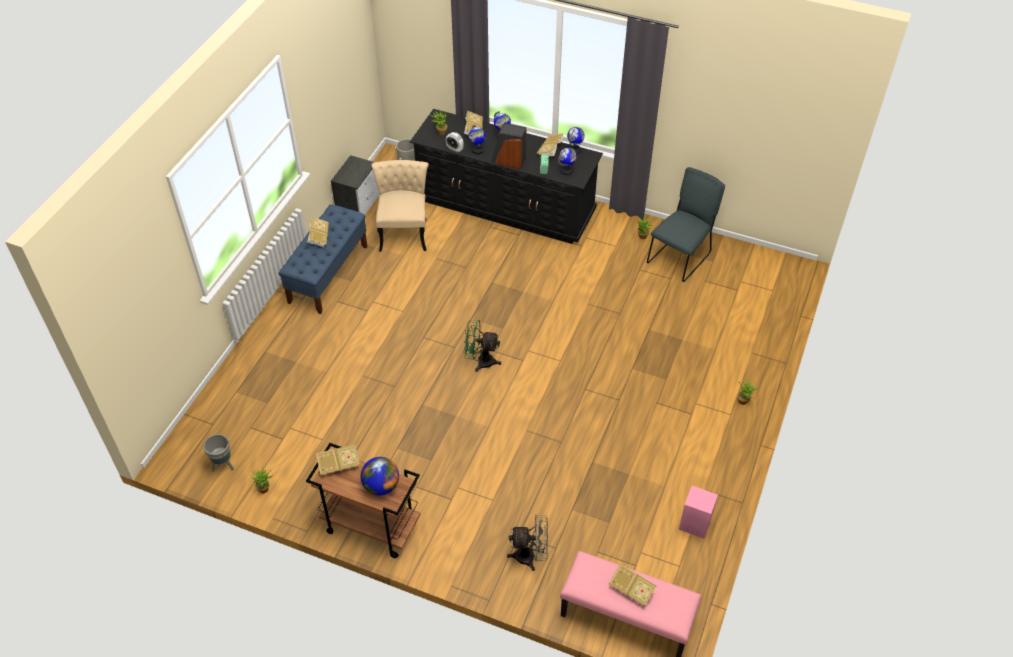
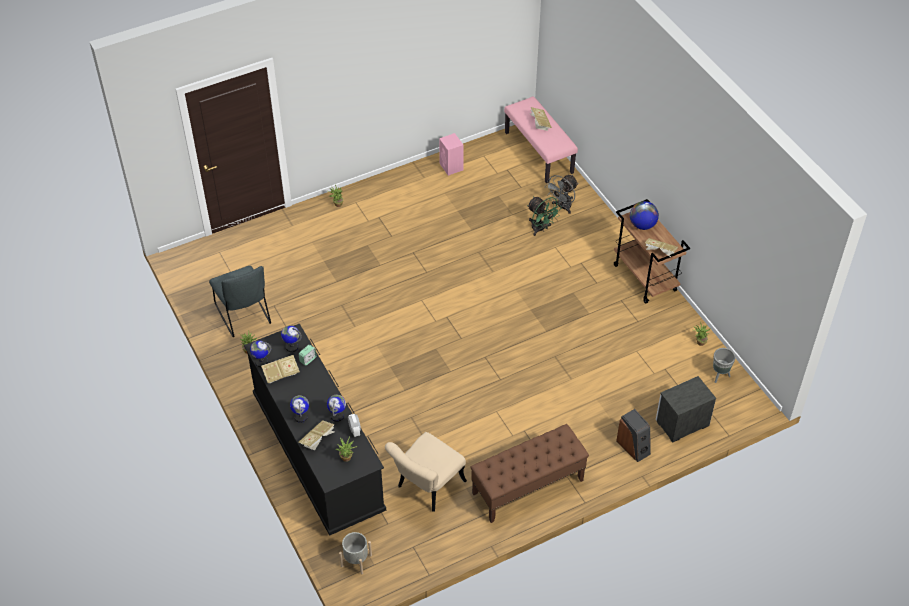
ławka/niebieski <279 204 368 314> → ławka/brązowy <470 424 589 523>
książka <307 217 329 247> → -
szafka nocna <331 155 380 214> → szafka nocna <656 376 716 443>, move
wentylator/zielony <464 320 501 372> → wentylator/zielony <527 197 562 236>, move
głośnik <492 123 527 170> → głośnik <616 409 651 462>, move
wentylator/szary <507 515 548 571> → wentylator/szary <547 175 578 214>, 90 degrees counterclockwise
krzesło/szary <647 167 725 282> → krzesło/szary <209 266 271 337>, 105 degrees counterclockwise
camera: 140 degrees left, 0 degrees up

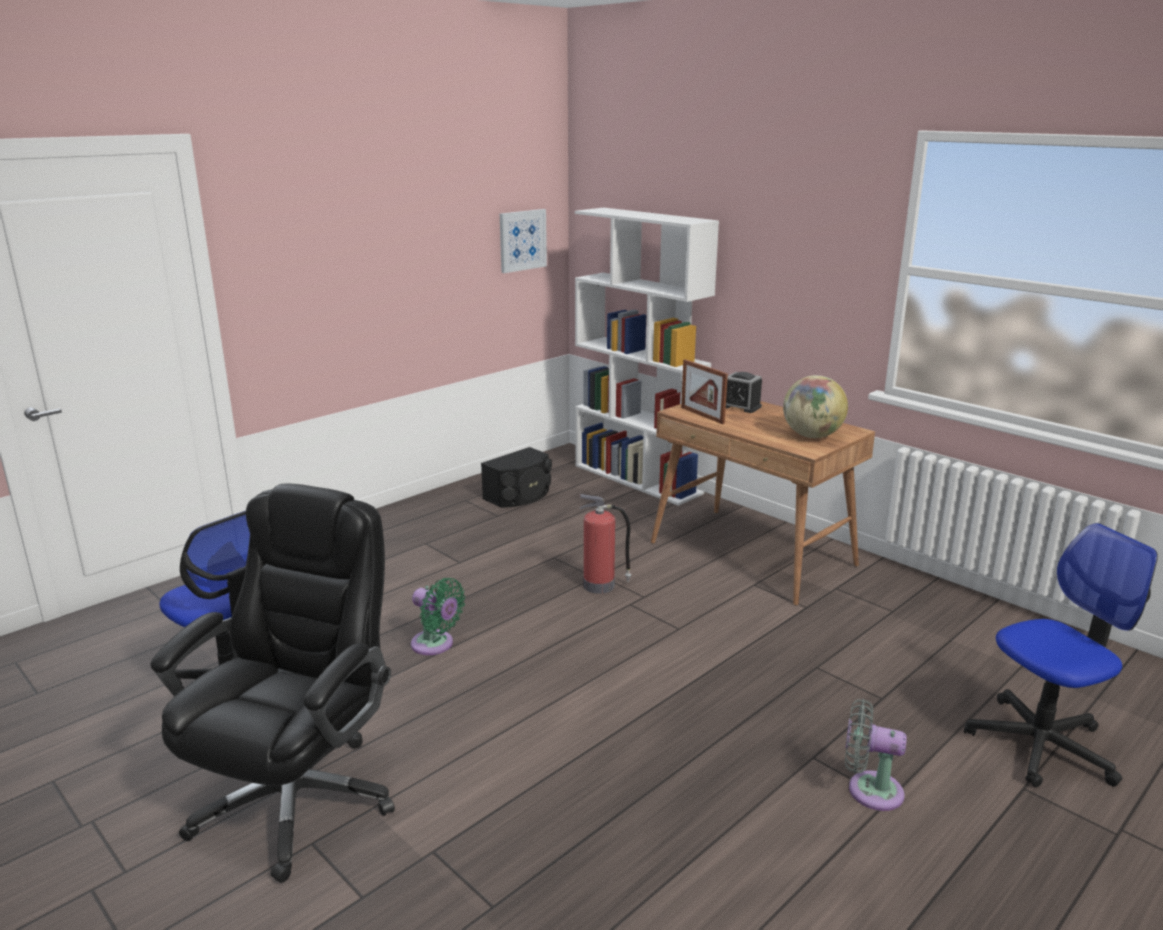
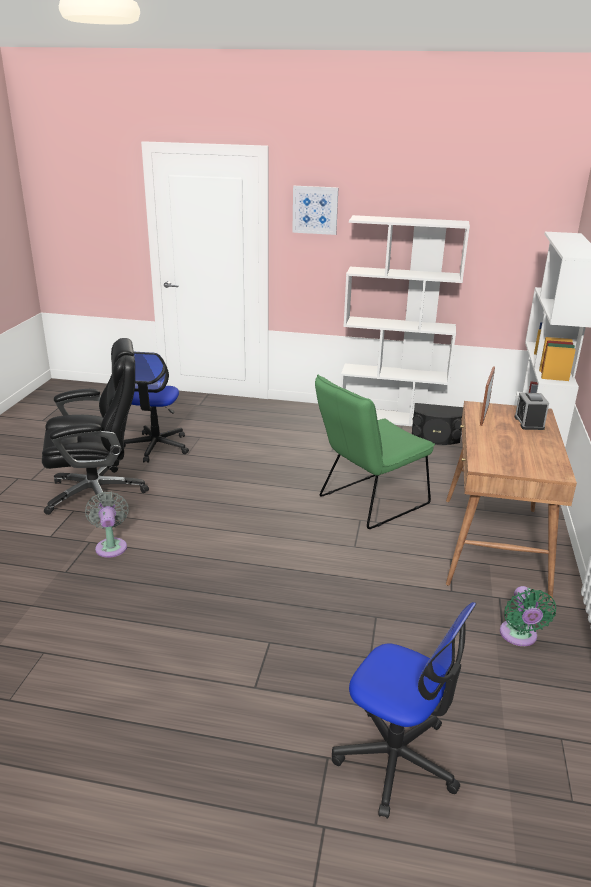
wentylator/zielony <411 578 465 655> → wentylator/zielony <500 586 556 646>, move
obraz <500 209 547 273> → obraz <292 186 338 235>, move
gaśnica <580 494 632 594> → krzesło/zielony <315 374 435 529>
globus <783 375 848 438> → -
wentylator/szary <845 699 907 811> → wentylator/szary <85 492 129 558>, move
- → regał/biały <341 215 470 426>
camera: 55 degrees right, 5 degrees up

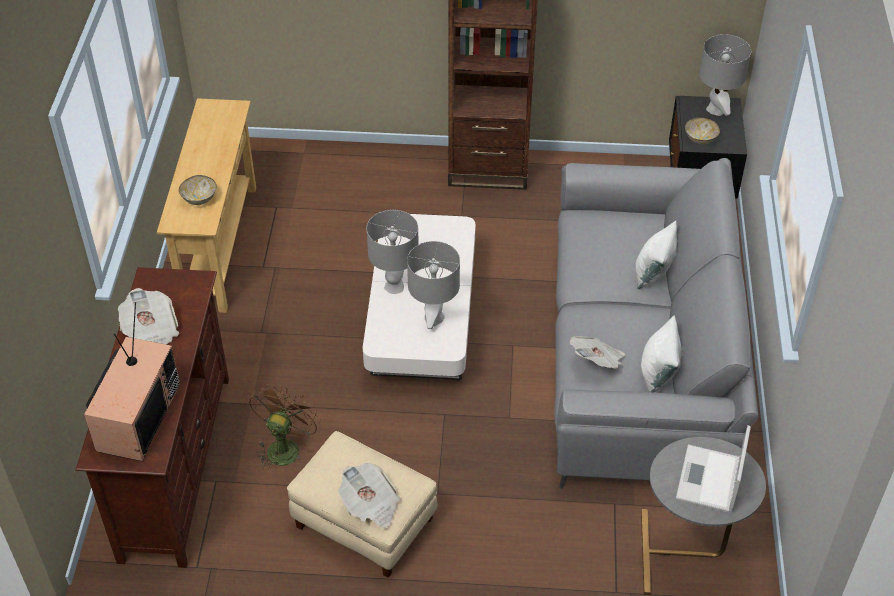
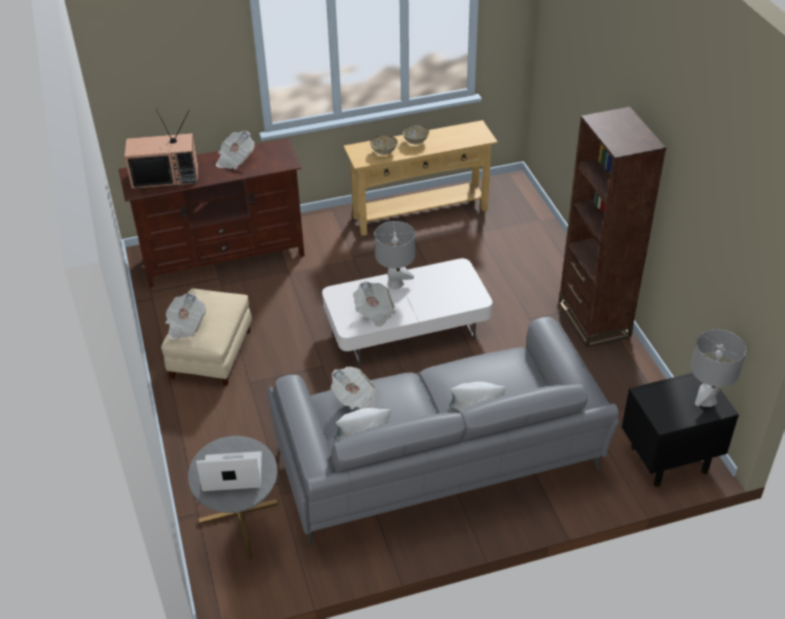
wentylator/brązowy <249 384 321 471> → -
lampa stołowa/szary <407 241 460 329> → gazeta <353 281 396 327>
miska <685 117 720 145> → miska <402 125 429 144>, move
camera: 70 degrees right, 5 degrees down

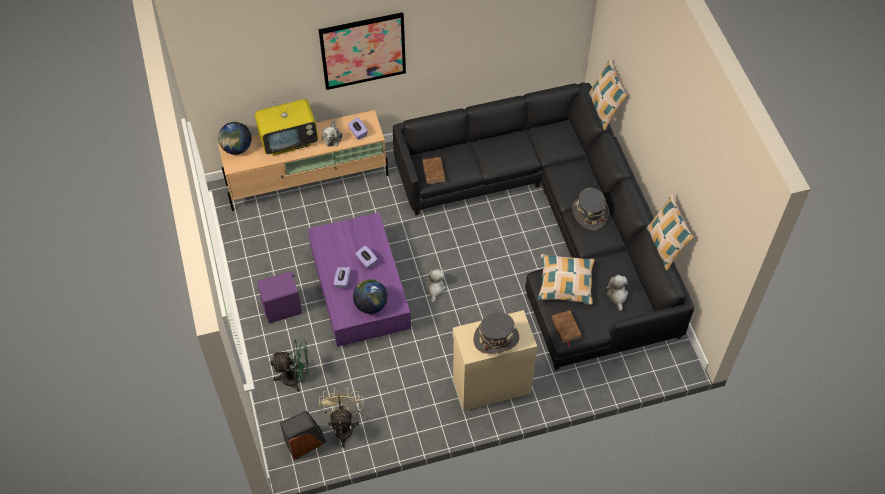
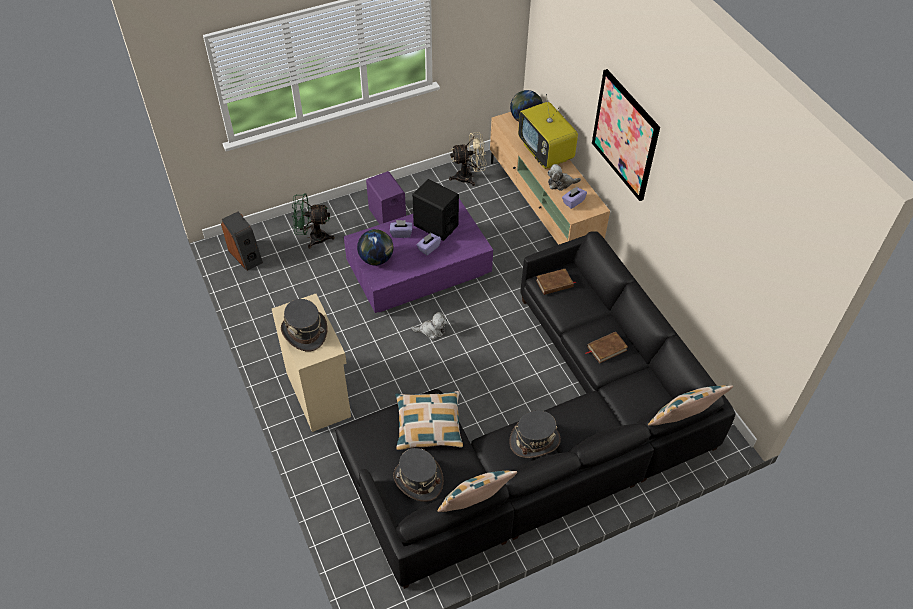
wentylator/zielony <270 339 309 391> → wentylator/zielony <292 194 335 249>, 105 degrees clockwise
wentylator/beżowy <319 388 363 448> → wentylator/beżowy <449 132 487 186>, move
książka/brązowy <551 310 582 347> → książka/brązowy <586 332 628 363>, move
pluszak <606 275 628 311> → kapelusz/szary <393 448 443 502>
- → głośnik/czarny <412 179 459 241>
camera: 80 degrees right, 5 degrees down

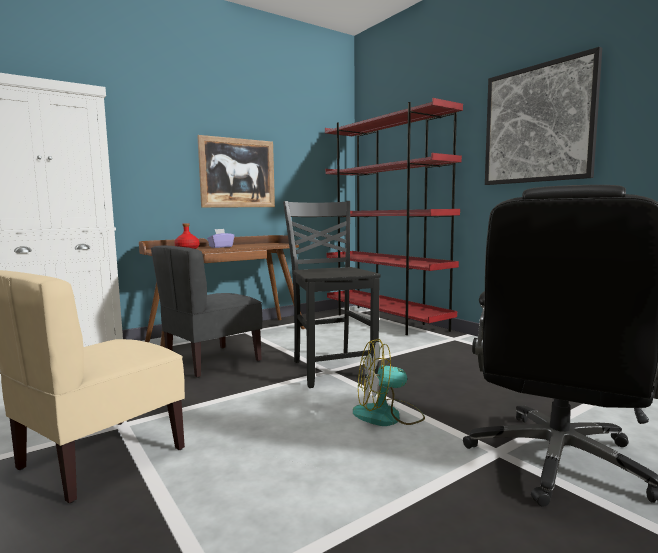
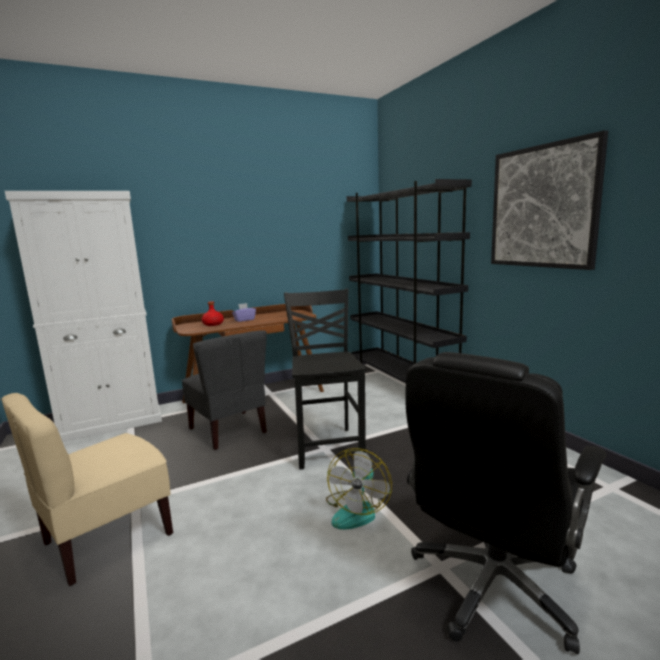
krzesło/szary <151 245 262 378> → krzesło/szary <182 330 267 450>, 90 degrees counterclockwise
obraz <197 135 275 208> → -
regał/czerwony <325 98 463 335> → regał/czarny <347 179 472 383>
wentylator <353 339 425 426> → wentylator <326 448 392 530>, 75 degrees counterclockwise
camera: 10 degrees right, 5 degrees up

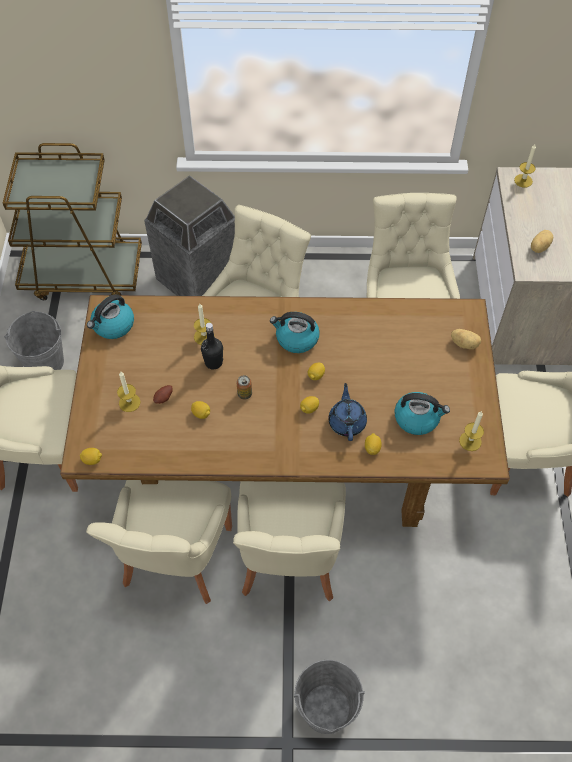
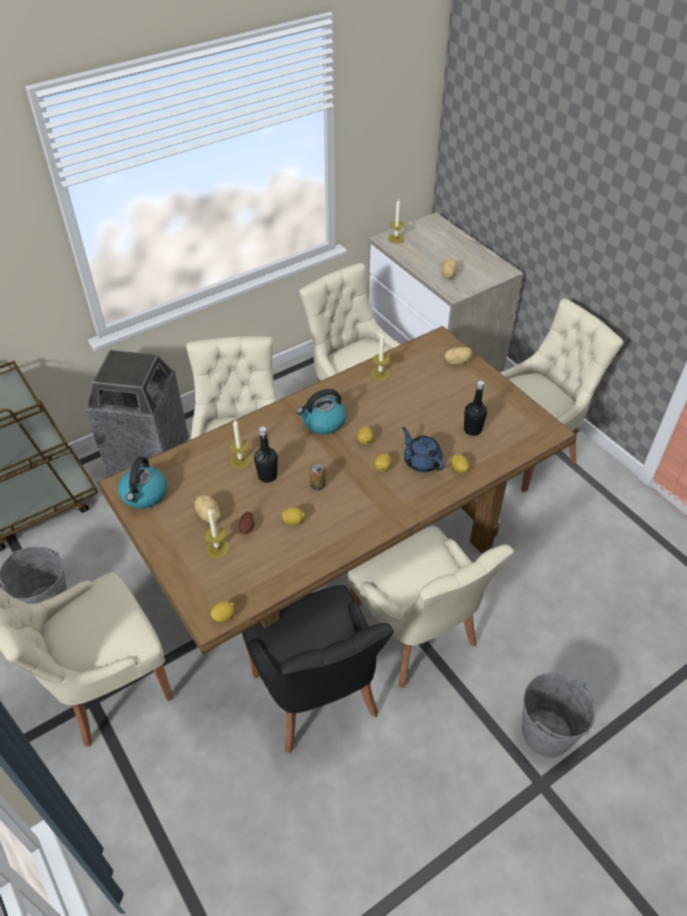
krzesło/beżowy <86 480 232 604> → krzesło/czarny <242 585 394 753>
czajnik <395 392 450 435> → butelka/czarny <464 380 487 436>
świeca <459 411 484 451> → świeca <371 332 390 381>, move
- → ziemniak <194 495 221 523>
camera: 35 degrees left, 10 degrees down

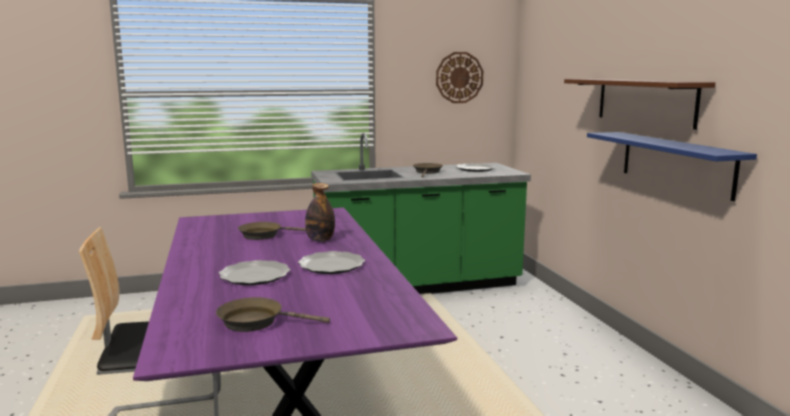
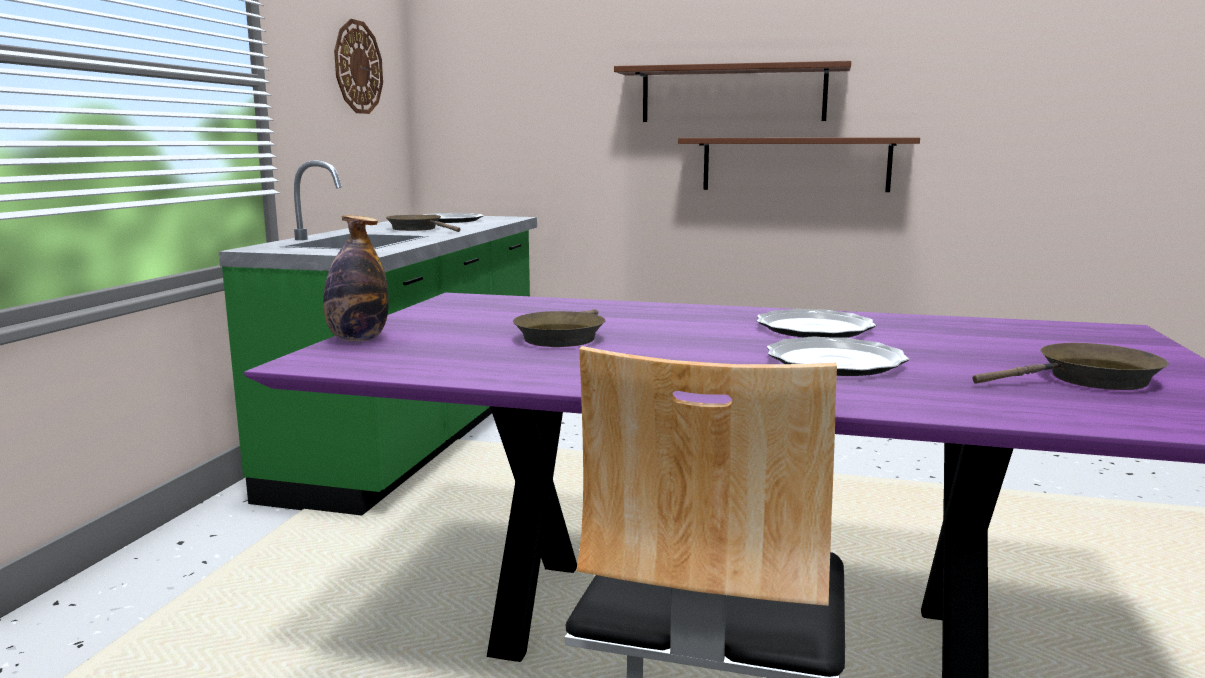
patelnia/brązowy <216 297 330 332> → patelnia/brązowy <973 343 1169 390>, 135 degrees counterclockwise
butelka <305 183 335 242> → butelka <323 215 389 341>, move
półka/niebieski <587 132 757 201> → półka/brązowy <678 137 920 192>
camera: 60 degrees left, 0 degrees up

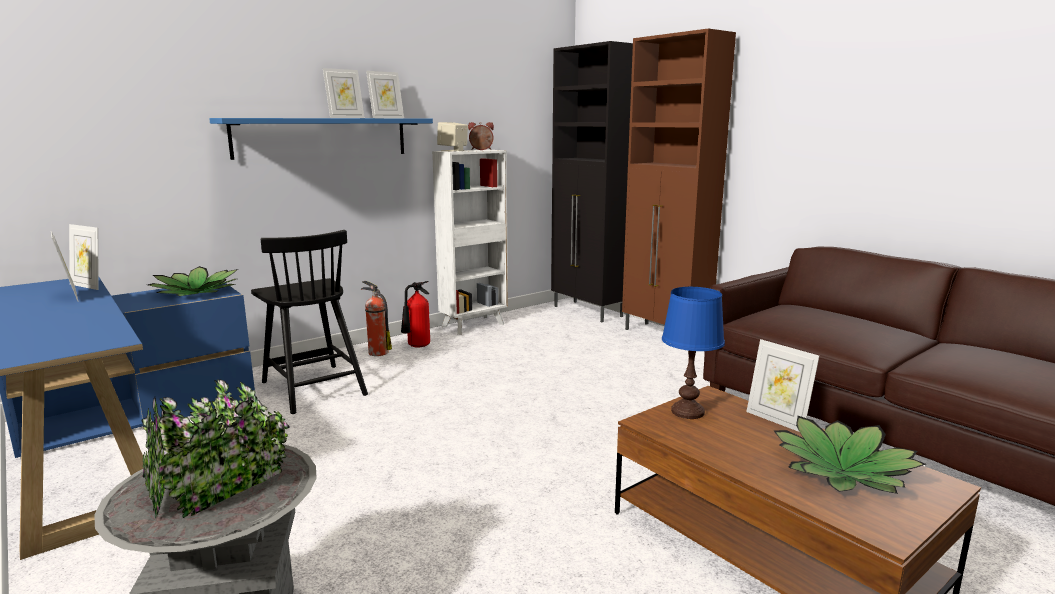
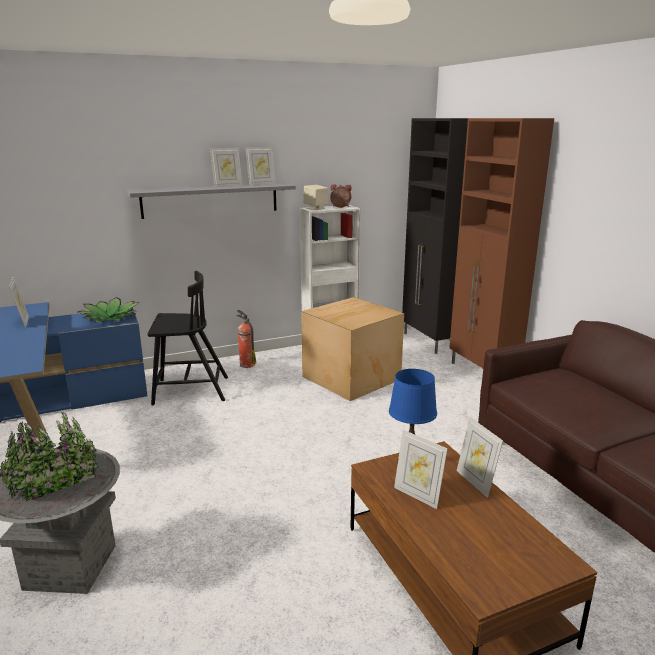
ramka na zdjęcie <69 224 99 290> → ramka na zdjęcie <394 430 448 509>, move
półka/niebieski <209 118 433 160> → półka/szary <126 182 296 219>
krzesło/czarny <251 230 368 414> → krzesło/czarny <148 271 228 405>, 75 degrees counterclockwise
gaśnica <401 281 430 348> → -
roślina doniczkowa <773 416 926 494> → -
- → karton <301 297 404 401>
camera: 15 degrees right, 5 degrees up

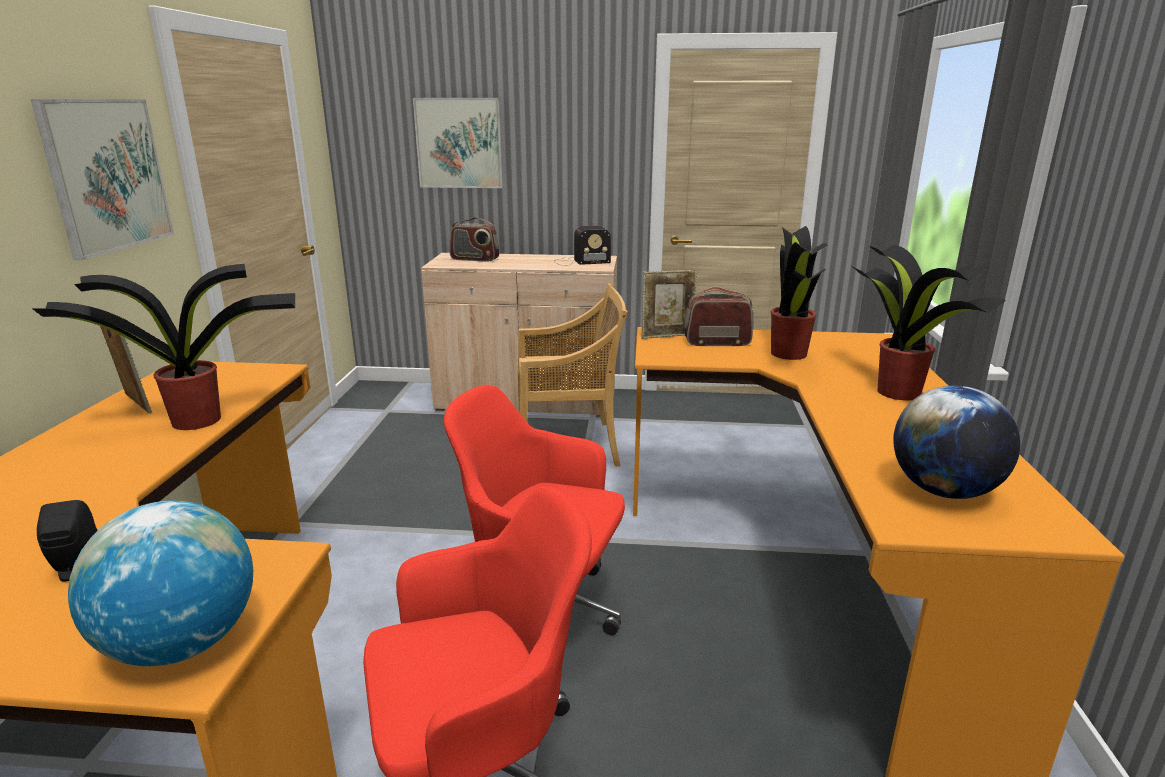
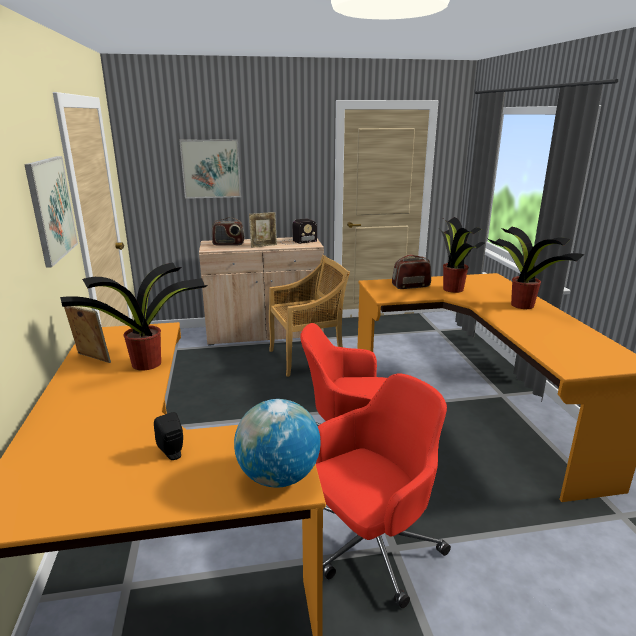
ramka na zdjęcie <642 270 697 339> → ramka na zdjęcie <249 212 277 248>, move
globus <893 386 1020 499> → -
camera: 15 degrees left, 0 degrees up

